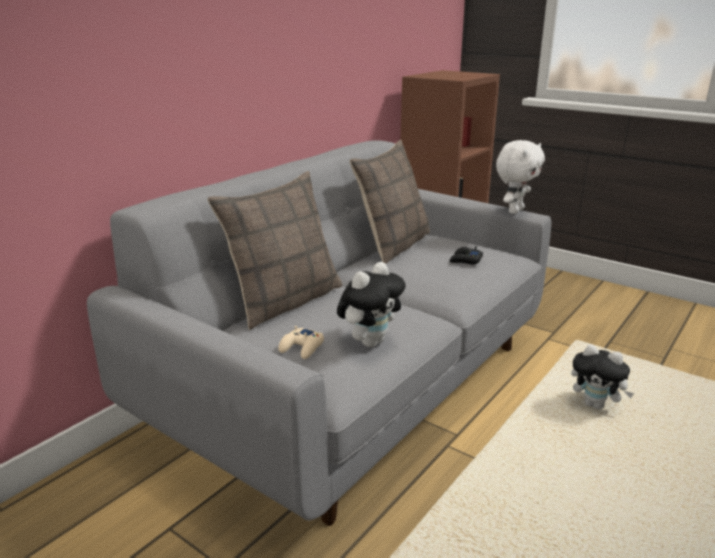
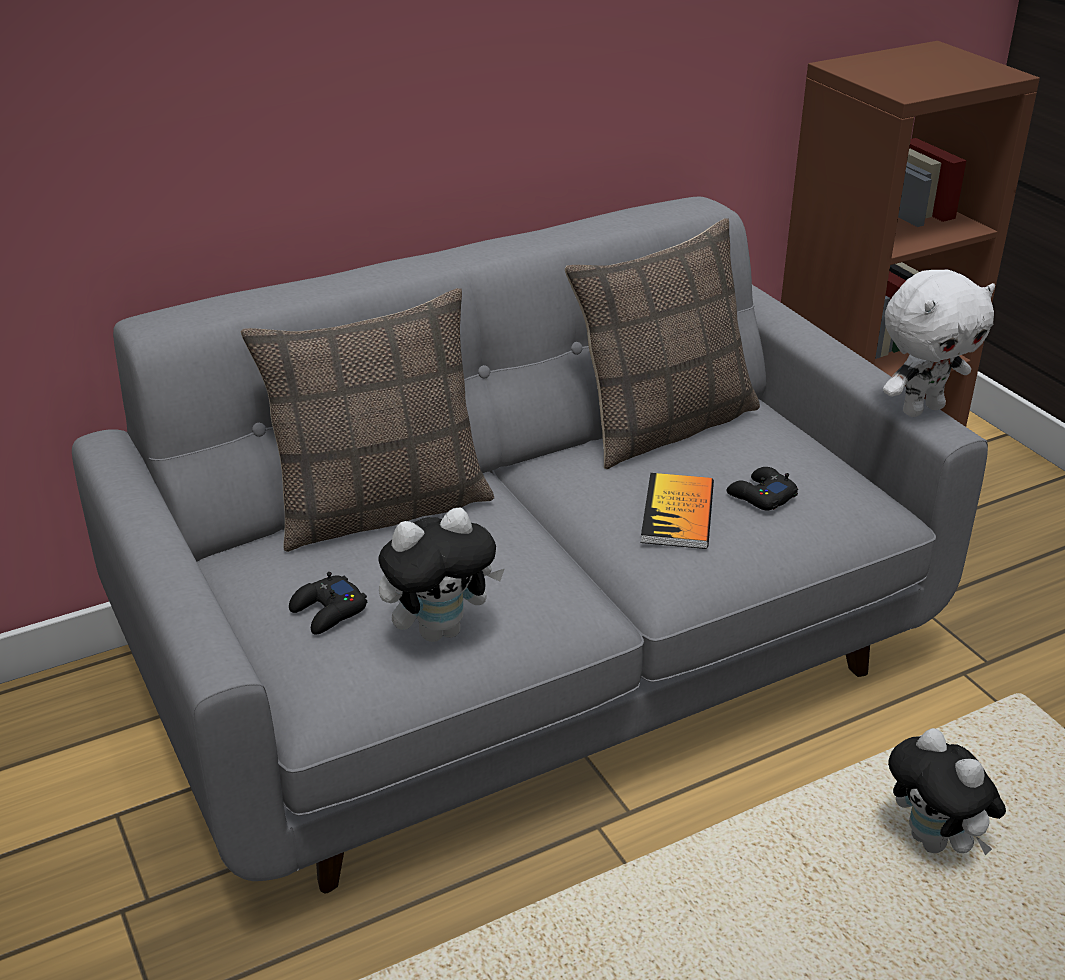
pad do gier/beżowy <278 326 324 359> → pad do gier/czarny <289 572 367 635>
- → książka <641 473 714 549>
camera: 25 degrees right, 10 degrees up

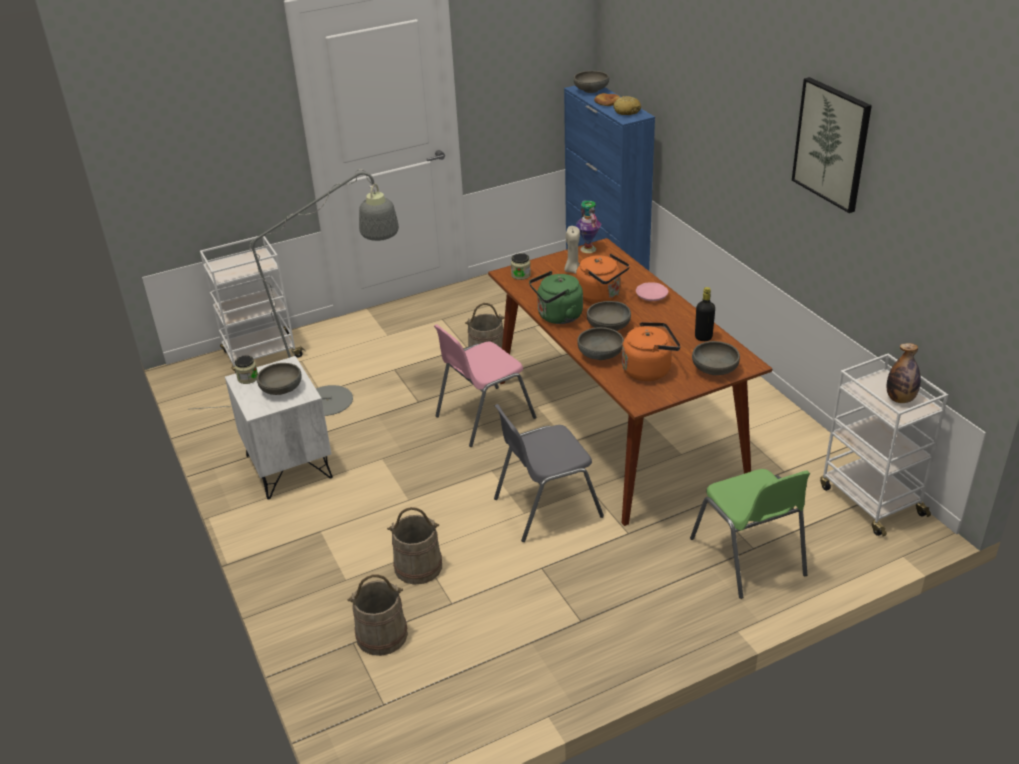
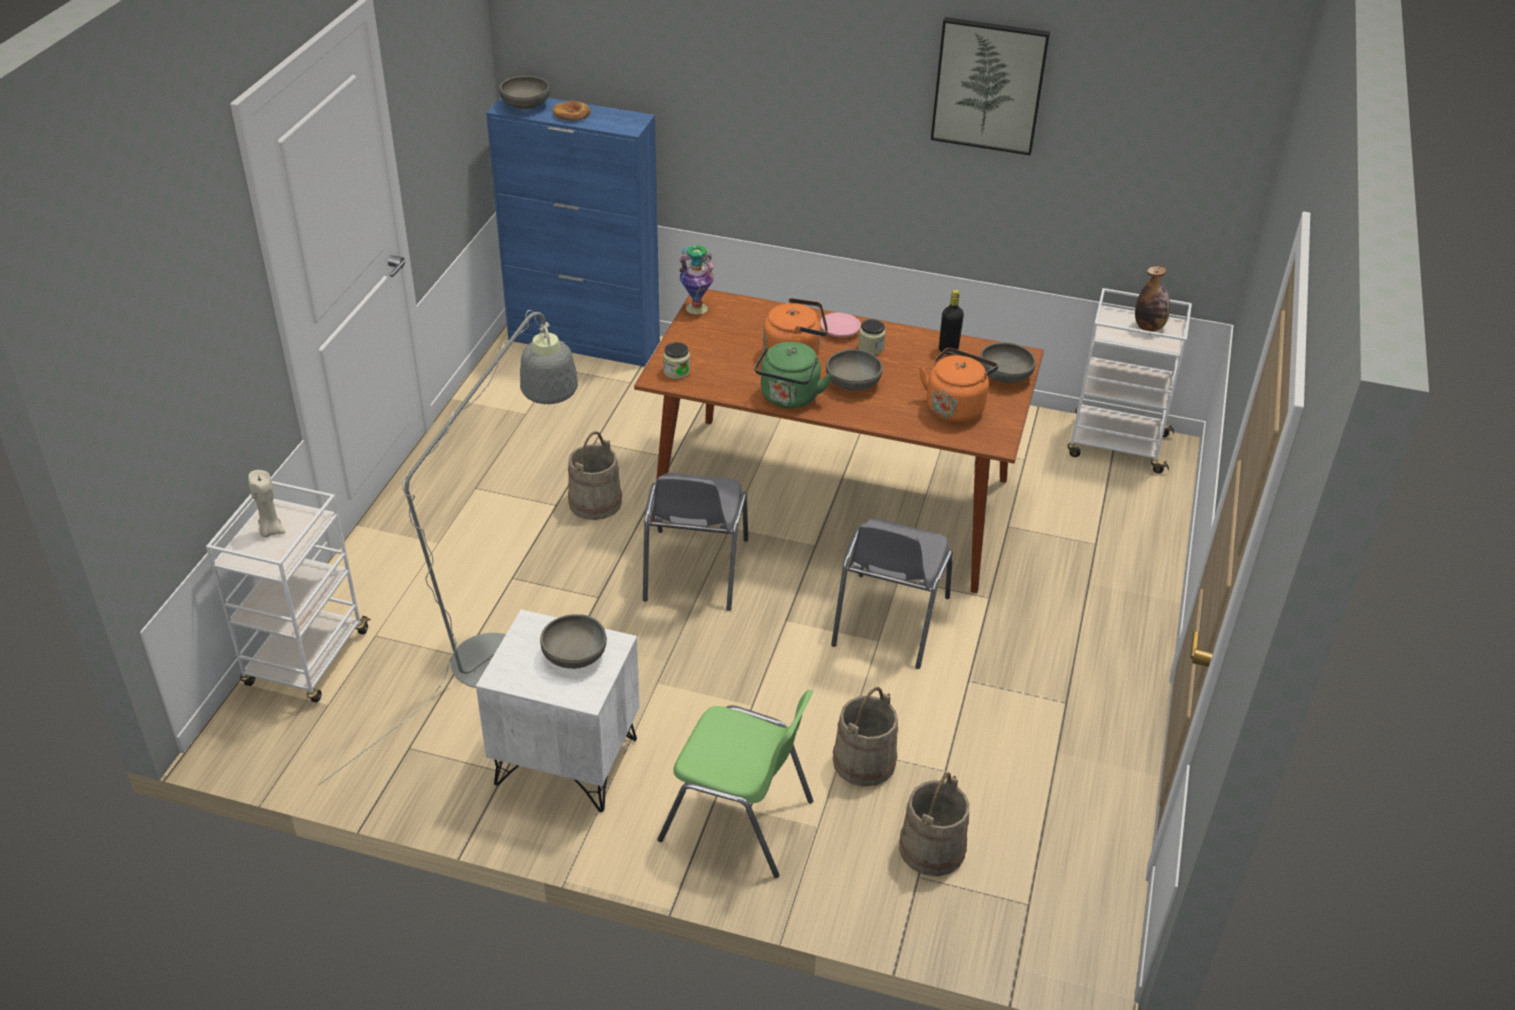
słoik <235 355 258 384> → słoik <858 319 886 355>, move
krzesło/różowy <434 324 536 447> → krzesło/szary <643 473 748 611>
świeca/beżowy <564 226 580 274> → świeca/beżowy <248 470 286 538>, move
miska/szary <577 327 624 360> → -
chleb <613 96 641 115> → -
krzesło/zielony <690 469 810 599> → krzesło/zielony <658 690 813 878>, move
camera: 50 degrees left, 5 degrees up

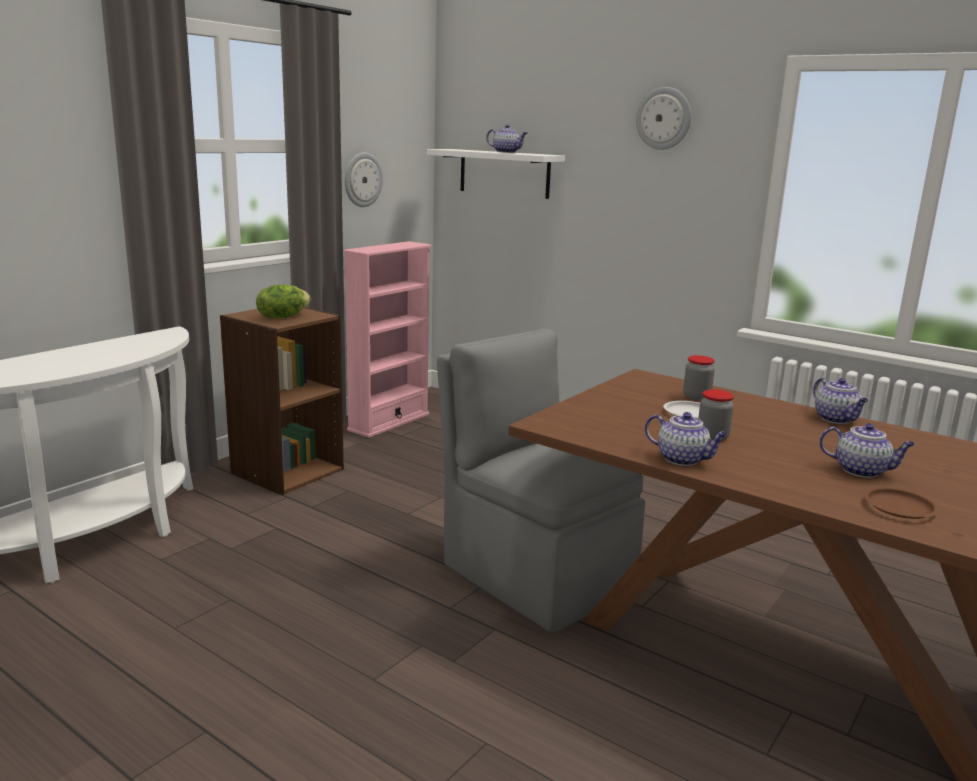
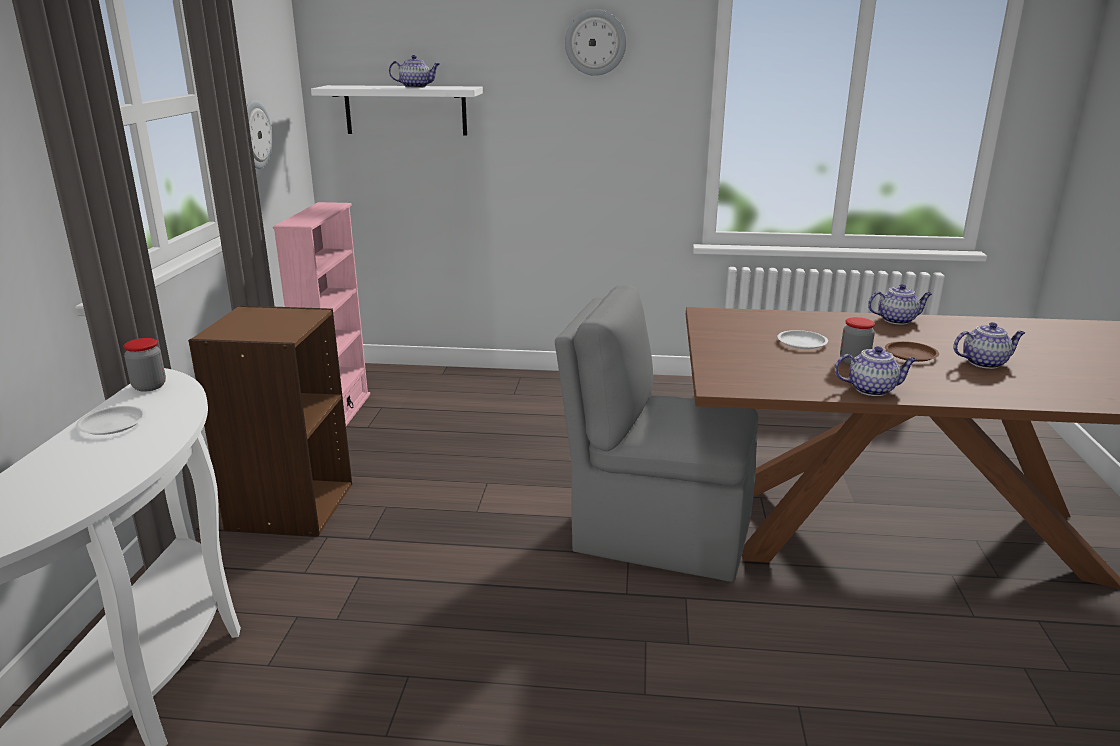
sałata <256 285 310 318> → -
słoik <683 355 715 400> → słoik <123 338 166 392>, move
imbryk <813 378 869 424> → imbryk <868 284 932 325>, 45 degrees counterclockwise
talerz/brązowy <864 488 939 519> → talerz/brązowy <885 341 939 362>, move
- → talerz/biały <76 406 146 435>
camera: 30 degrees left, 5 degrees up

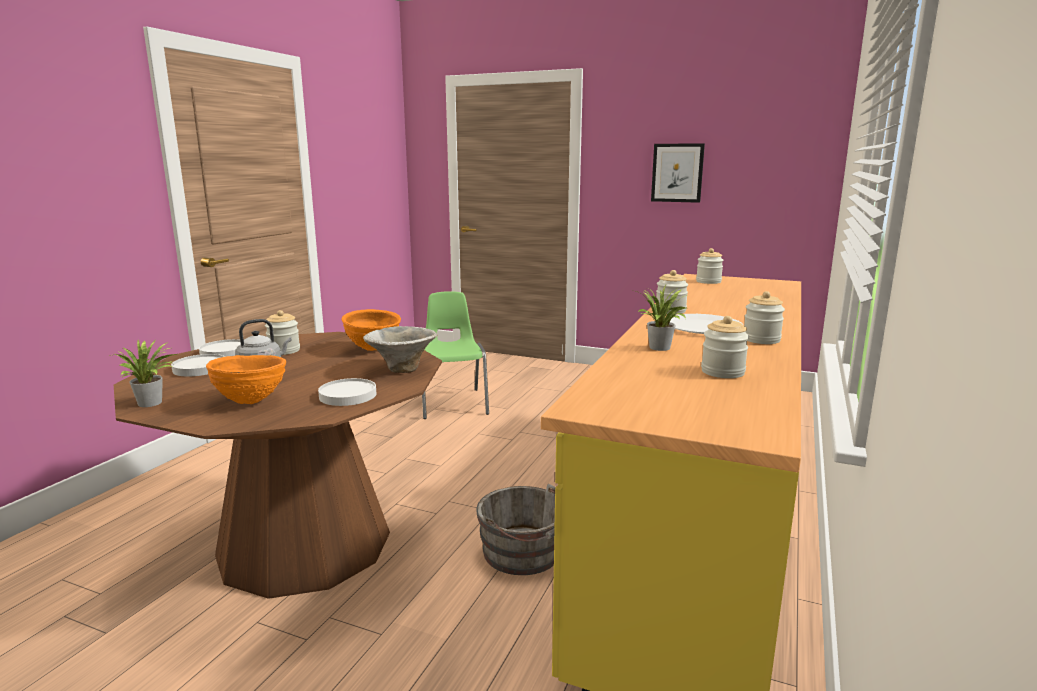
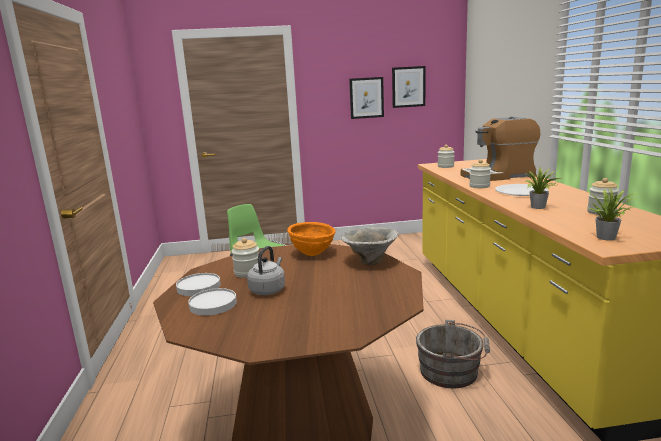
roślina doniczkowa <109 340 177 407> → roślina doniczkowa <588 187 641 241>, move
miska/pomarańczowy <206 355 286 404> → -
talerz/biały <318 378 376 406> → -
słoik <744 291 785 344> → -
- → obraz <392 66 425 108>
- → ekspres do kawy <461 117 540 181>
camera: 30 degrees left, 0 degrees up

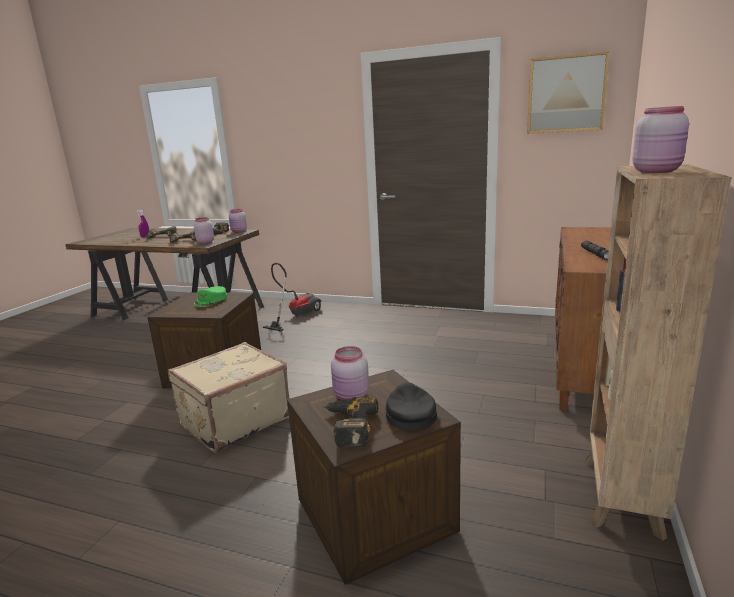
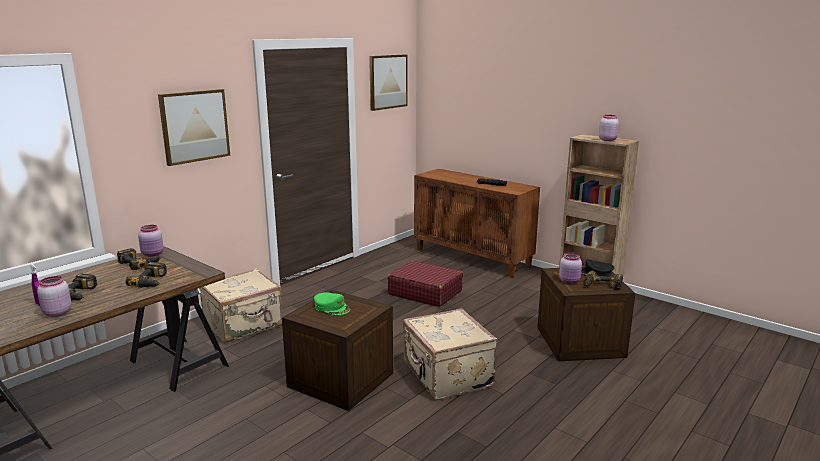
słoik/różowy <194 217 214 243> → słoik/różowy <37 276 72 317>, move
odkurzacz <262 263 321 331> → walizka/beżowy <199 269 283 343>
- → obraz <158 89 230 166>
- → walizka/czerwony <388 261 463 307>
camera: 70 degrees left, 0 degrees up

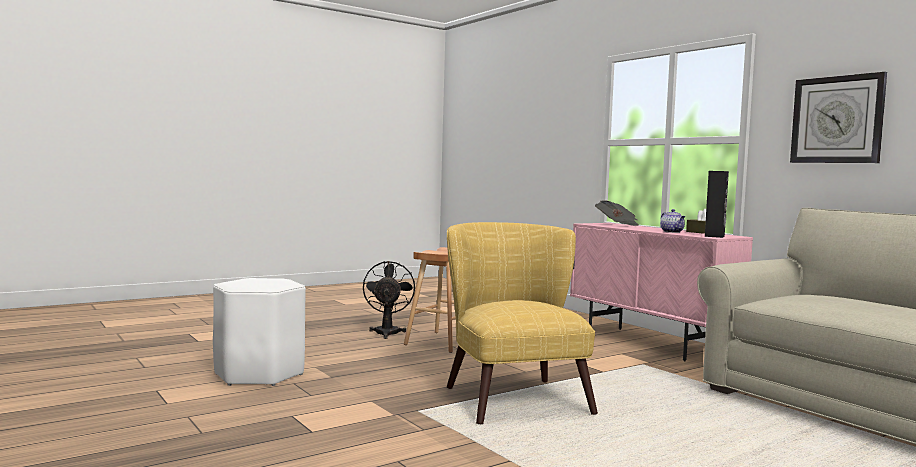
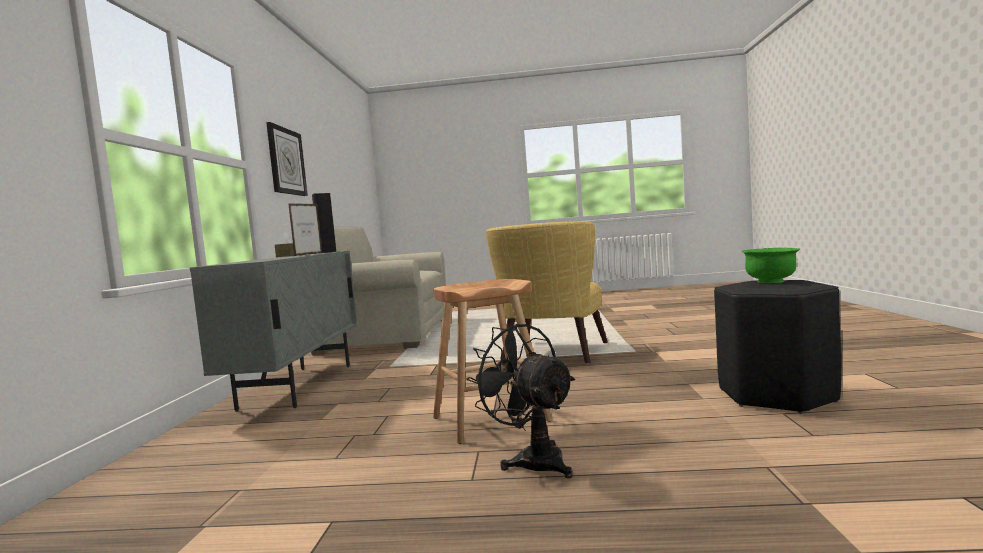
stołek/biały <213 278 306 386> → stołek/czarny <714 280 842 414>
wentylator/czarny <363 261 415 339> → wentylator/czarny <466 324 575 478>, 105 degrees clockwise
szafka/różowy <570 223 753 361> → szafka/szary <190 251 357 412>
gazeta <595 200 639 226> → -
imbryk <660 209 685 233> → ramka na zdjęcie <288 203 322 256>
- → miska/zielony <742 248 800 283>
camera: 140 degrees left, 0 degrees up

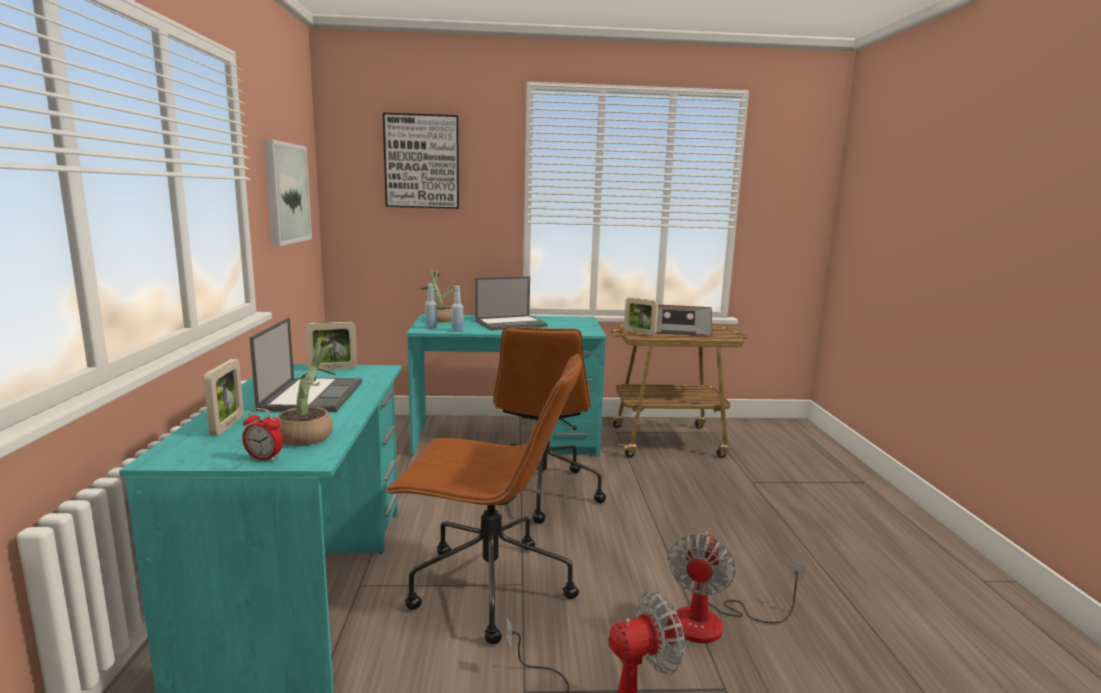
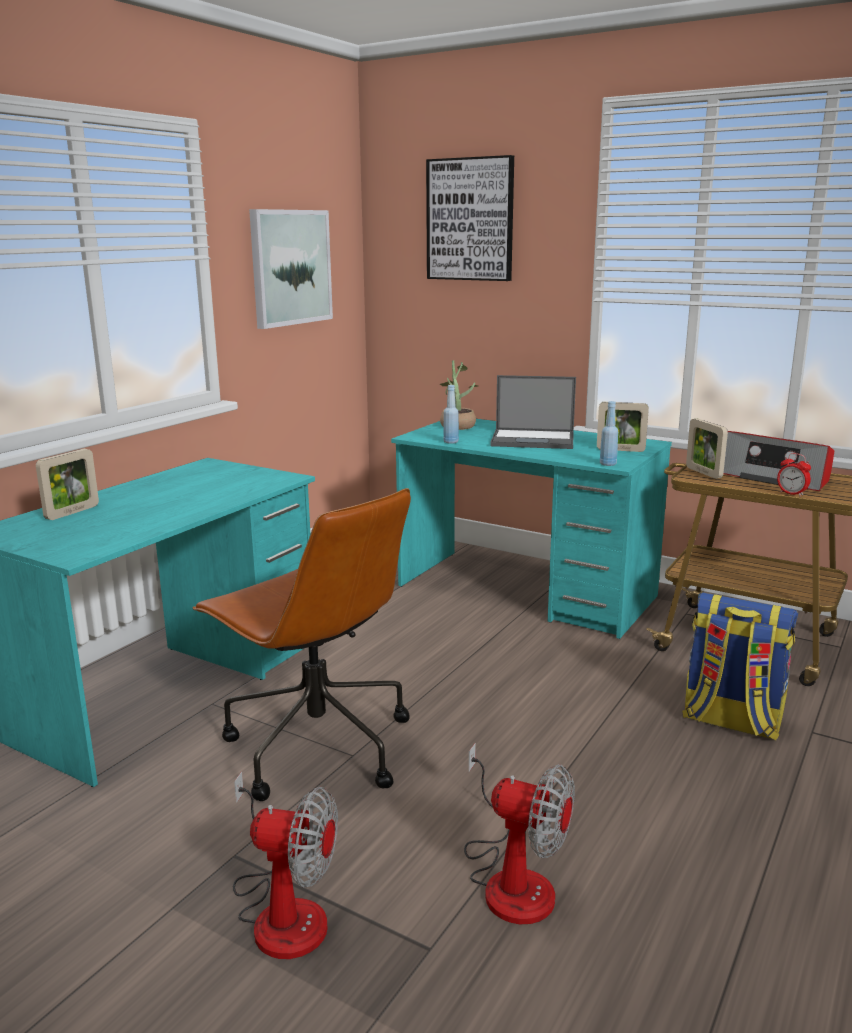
budzik <242 408 283 461> → budzik <777 453 811 497>, move
laptop <250 317 362 412> → -
roślina doniczkowa <277 339 343 446> → -
ramka na zdjęcie <305 322 357 370> → ramka na zdjęcie <597 402 649 452>, move
butelka/niebieski <425 284 437 329> → butelka/niebieski <600 401 618 466>, move
krzesło biurowe/brązowy <493 327 606 524> → -
wentylator <667 532 805 643> → wentylator <464 743 575 924>, 120 degrees counterclockwise
- → plecak <682 592 798 741>
camera: 35 degrees right, 5 degrees up

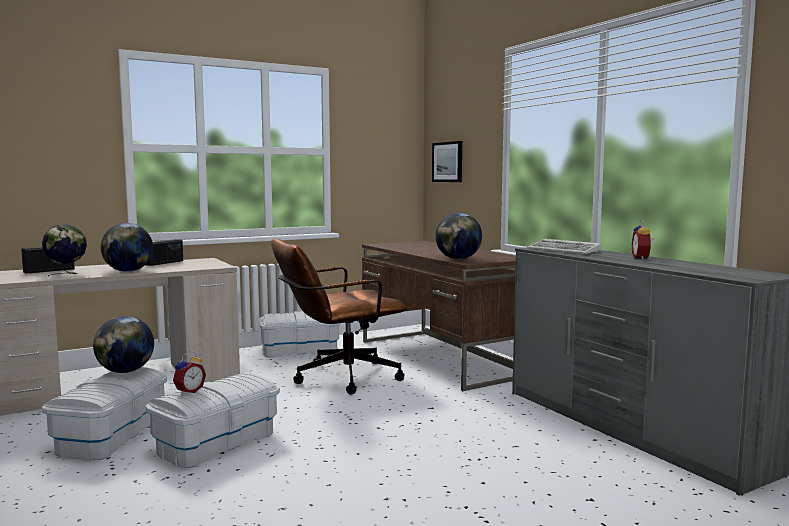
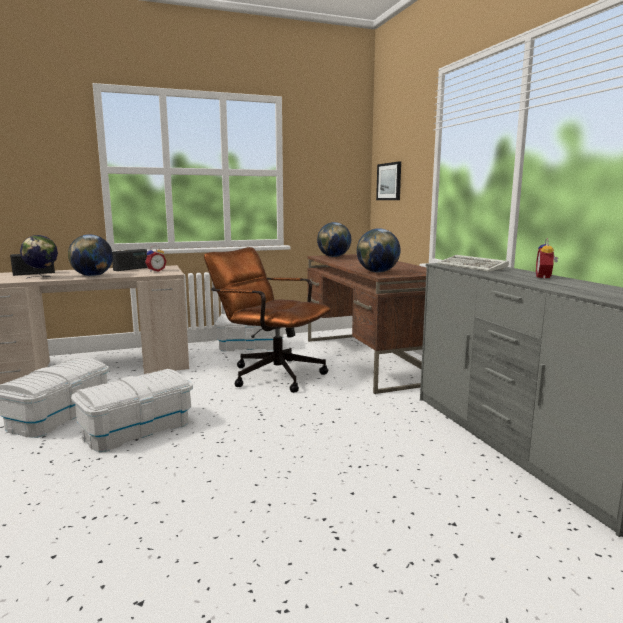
globus <93 316 154 373> → globus <317 222 351 257>, move
budzik <173 352 206 395> → budzik <145 246 167 272>, move
krzesło biurowe/brązowy <271 239 406 395> → krzesło biurowe/brązowy <204 247 331 393>, 45 degrees clockwise
camera: 10 degrees right, 5 degrees up

